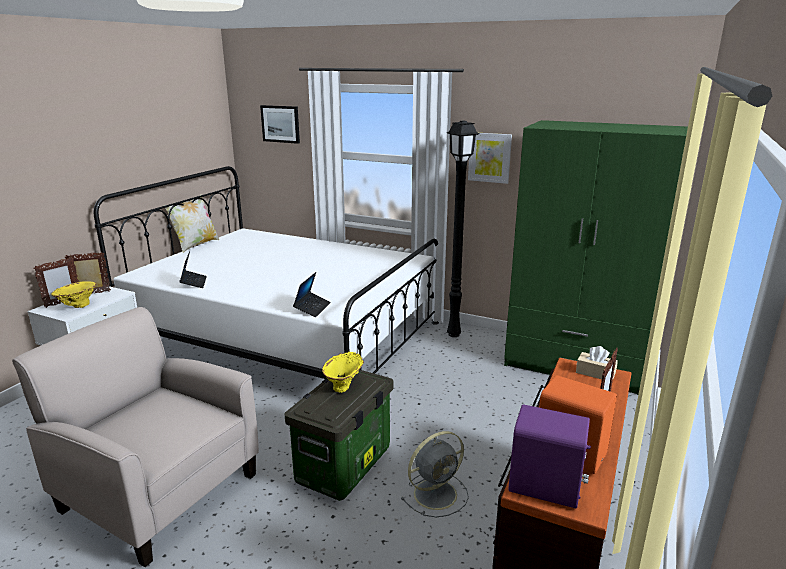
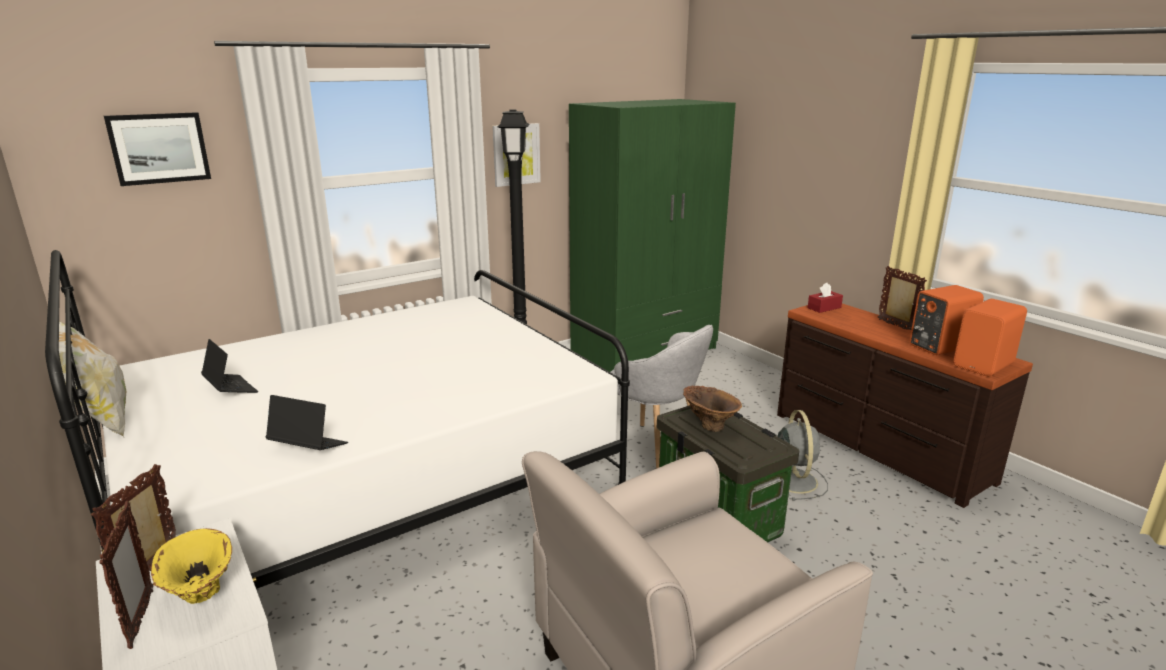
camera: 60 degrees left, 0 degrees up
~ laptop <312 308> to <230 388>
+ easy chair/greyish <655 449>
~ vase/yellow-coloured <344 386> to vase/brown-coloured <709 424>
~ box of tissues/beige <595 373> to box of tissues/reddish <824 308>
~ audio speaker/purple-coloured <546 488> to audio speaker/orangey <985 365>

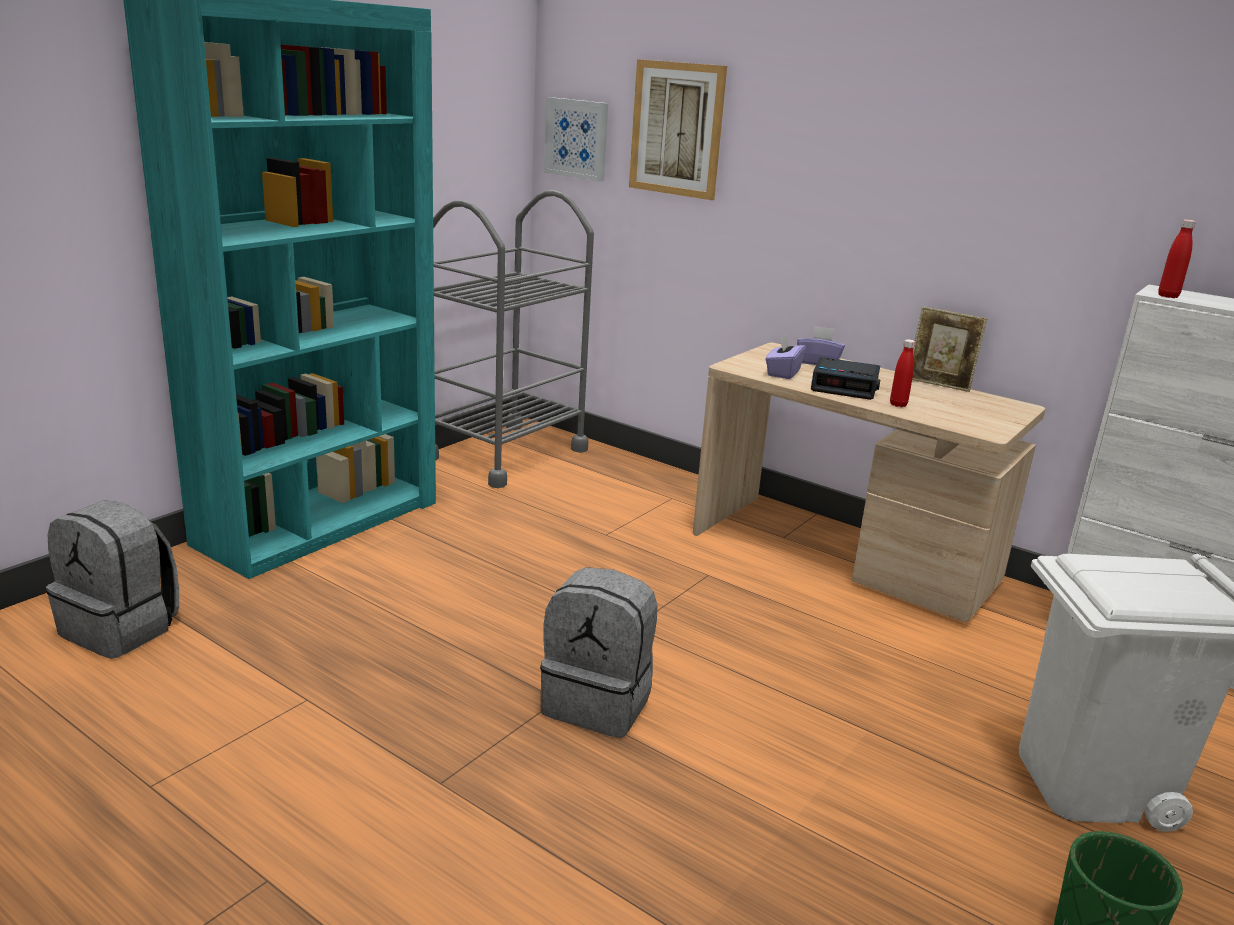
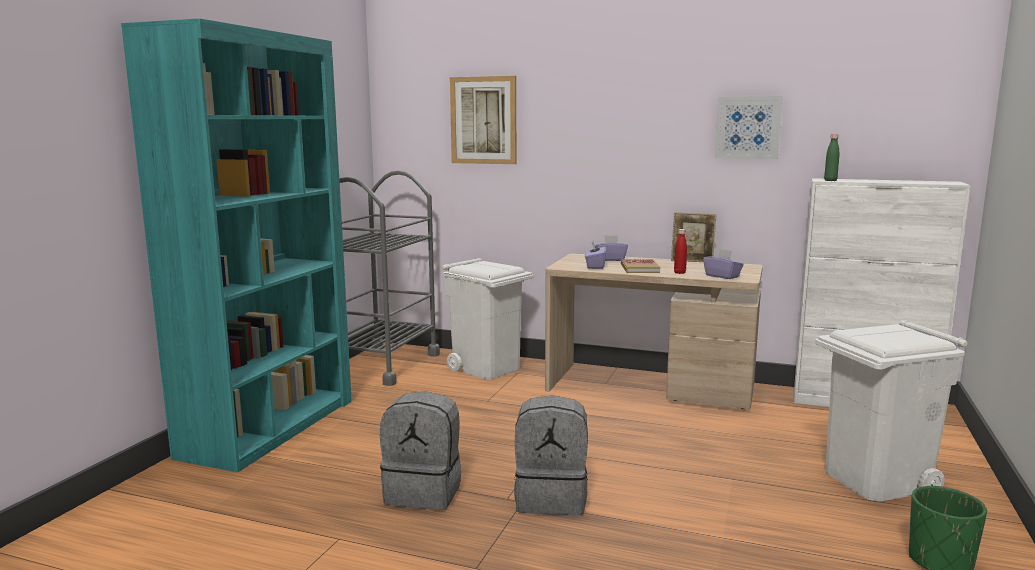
camera: 15 degrees left, 10 degrees down
~ knapsack/greyish <122 629> to <424 492>
+ trash can/white <487 368>
~ alarm clock <845 387> to volume <639 268>
+ box of tissues/purple-coloured <722 276>
~ picture <576 138> to <748 127>
~ bottle/reddish <1168 296> to bottle/green <830 180>

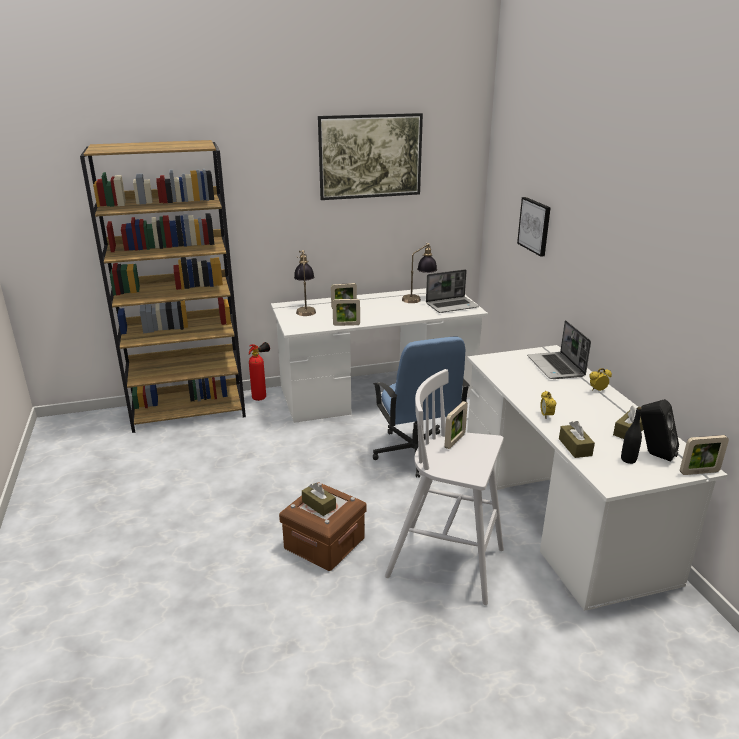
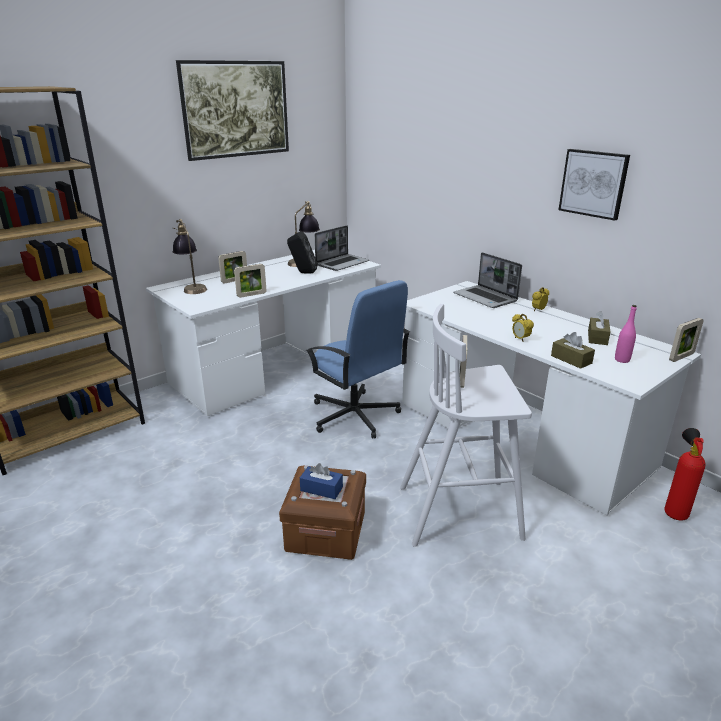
camera: 25 degrees left, 0 degrees up
~ audio speaker/black <653 454> to <302 273>
~ box of tissues/brown-coloured <319 505> to box of tissues/blue-coloured <321 489>
~ picture <535 226> to <593 183>
~ bottle/black <628 460> to bottle/pink-coloured <622 360>
~ fire-fighting cylinder <261 397> to <674 512>

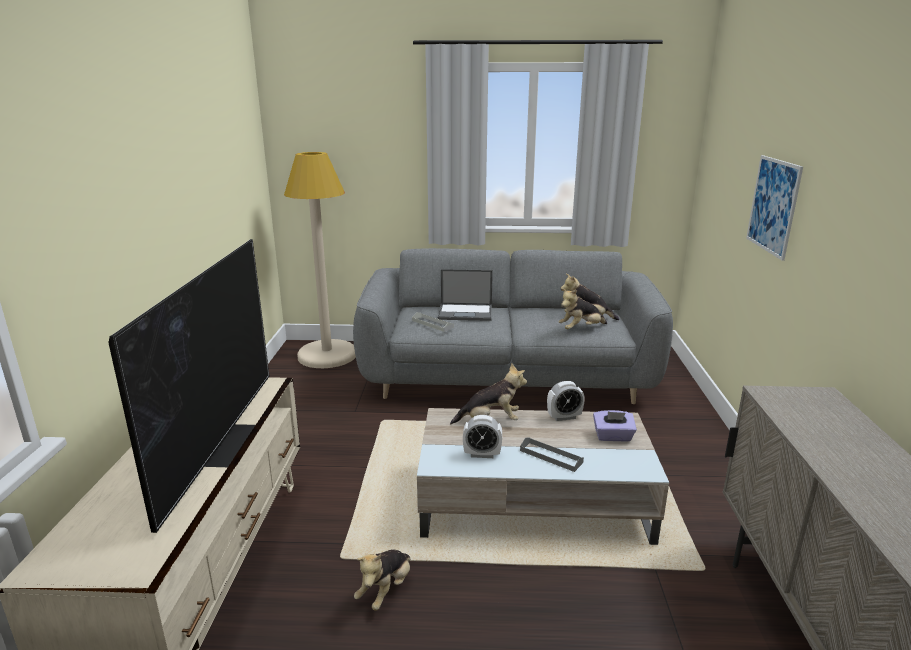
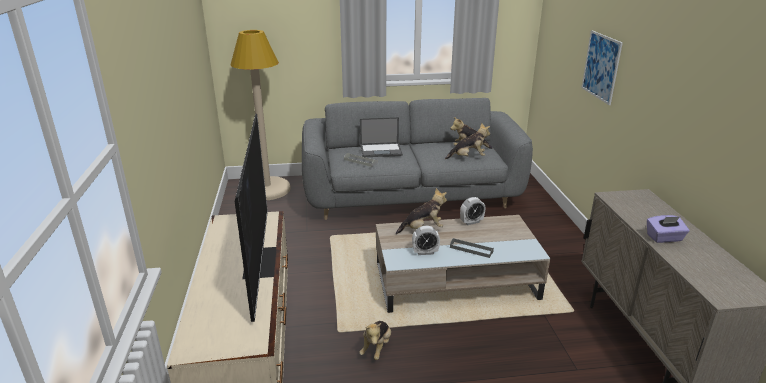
camera: 10 degrees left, 5 degrees up
~ plush toy <580 329> = <468 157> 150 degrees counterclockwise
~ box of tissues/purple-coloured <613 436> to <664 238>

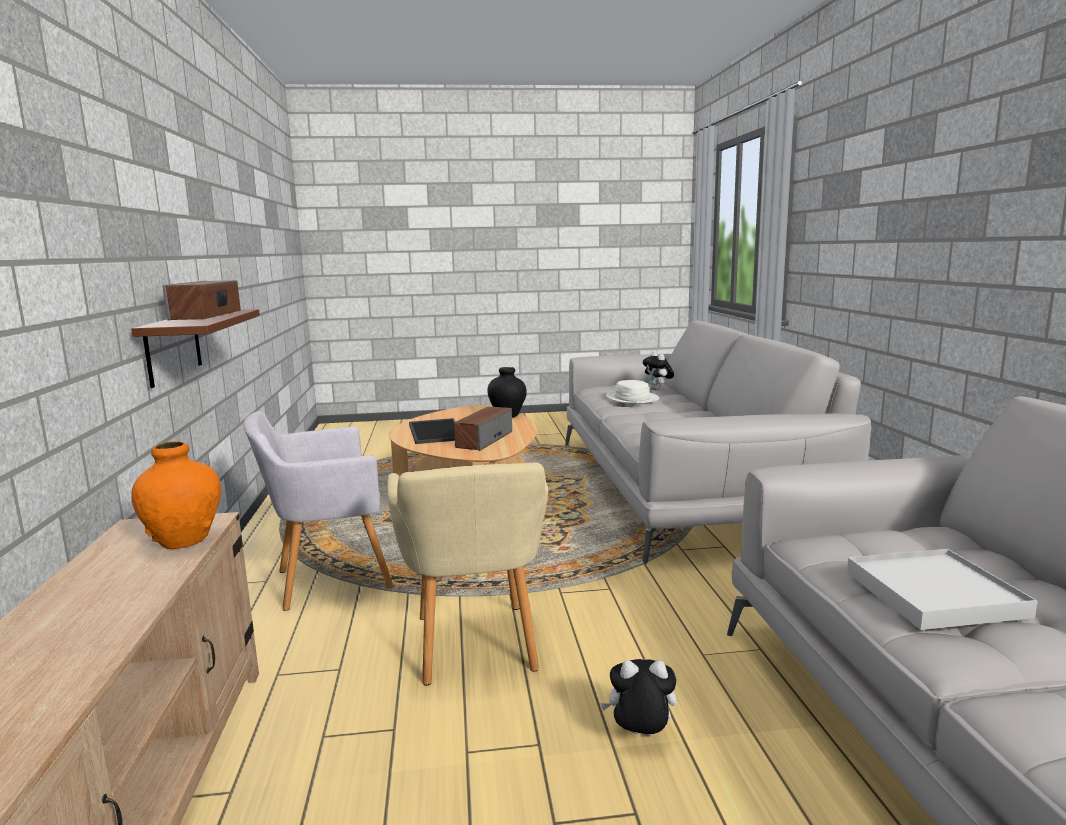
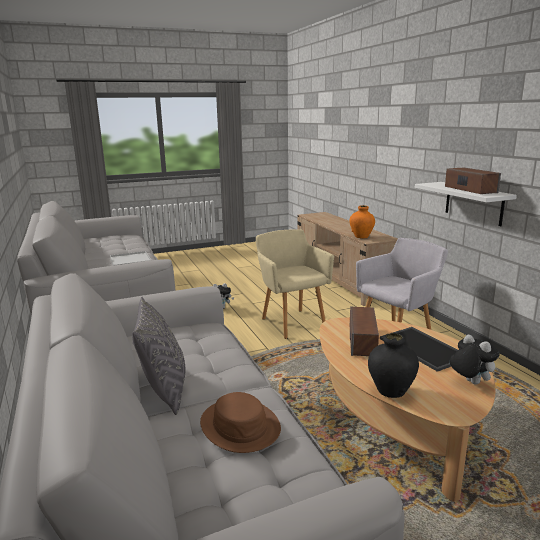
camera: 165 degrees right, 5 degrees up
+ cushion/greyish <164 390>
~ hat/white <632 398> to hat/brown-coloured <240 426>
~ bracket shelf/brown-coloured <173 347> to bracket shelf/white <473 203>
~ plush toy <658 389> to <469 382>

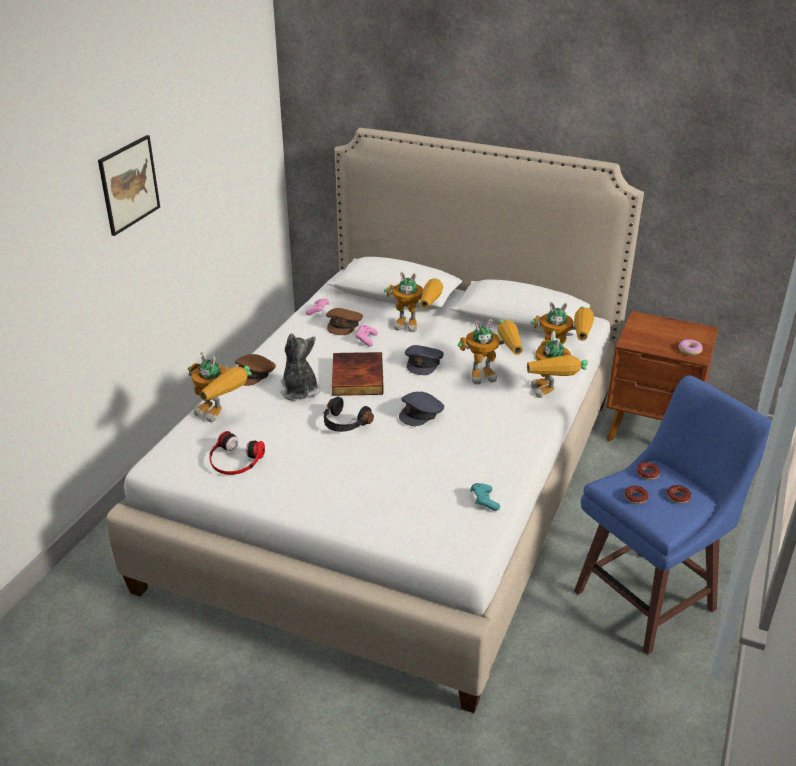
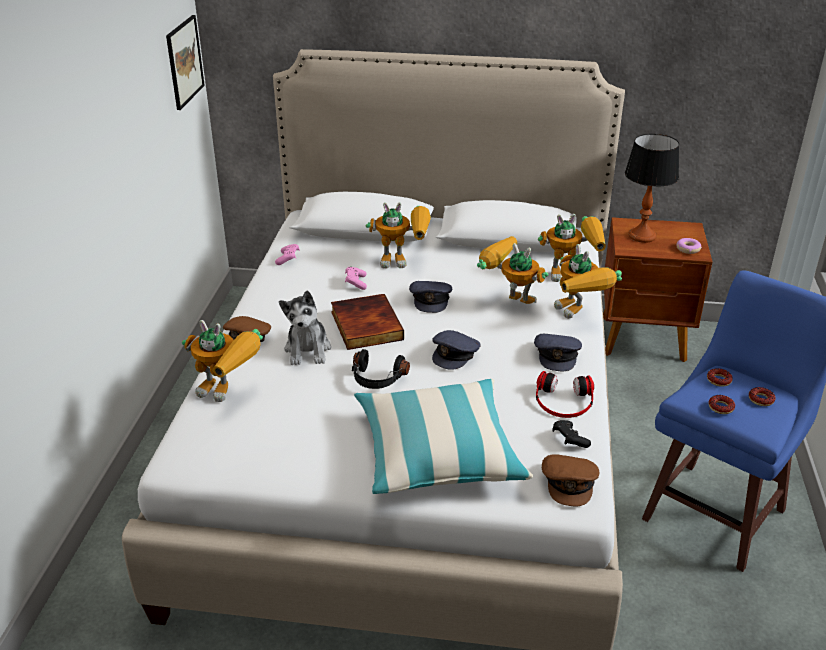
camera: 15 degrees left, 0 degrees up
~ picture <129 184> to <184 62>
~ plush toy <299 390> = <308 350> 150 degrees counterclockwise
+ cushion <438 452>
~ toy robot <491 374> = <508 301> 120 degrees counterclockwise
+ baseball cap/greyish <557 355>
~ headset <235 460> to <563 401>
~ baseball cap/brown-coloured <344 325> to <569 483>
~ joypad/blue-green <484 501> to joypad/black <569 440>
+ tabletop lamp <642 236>

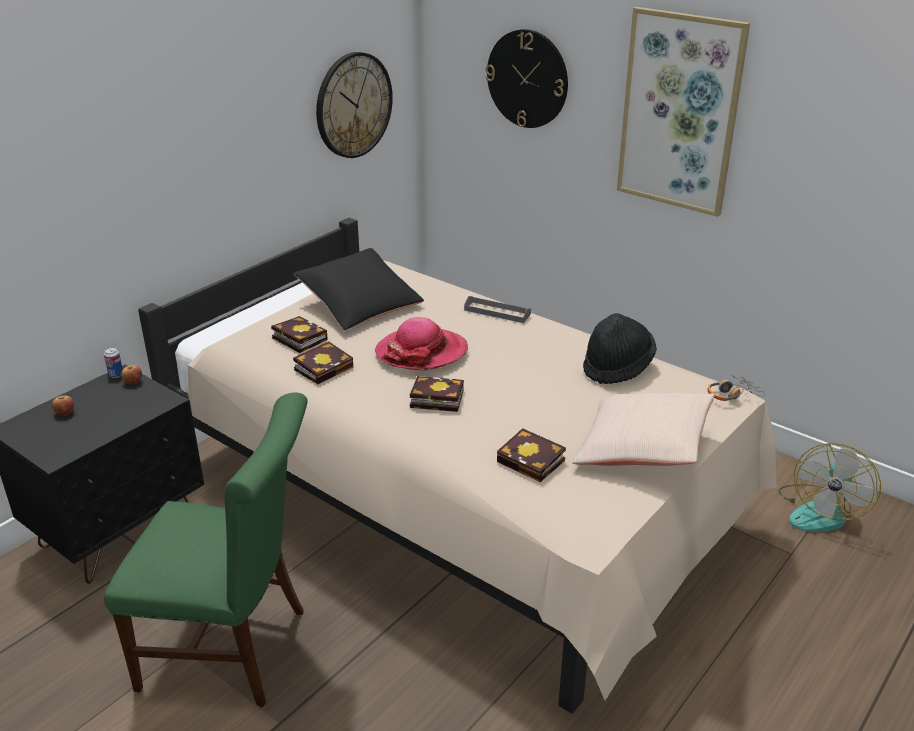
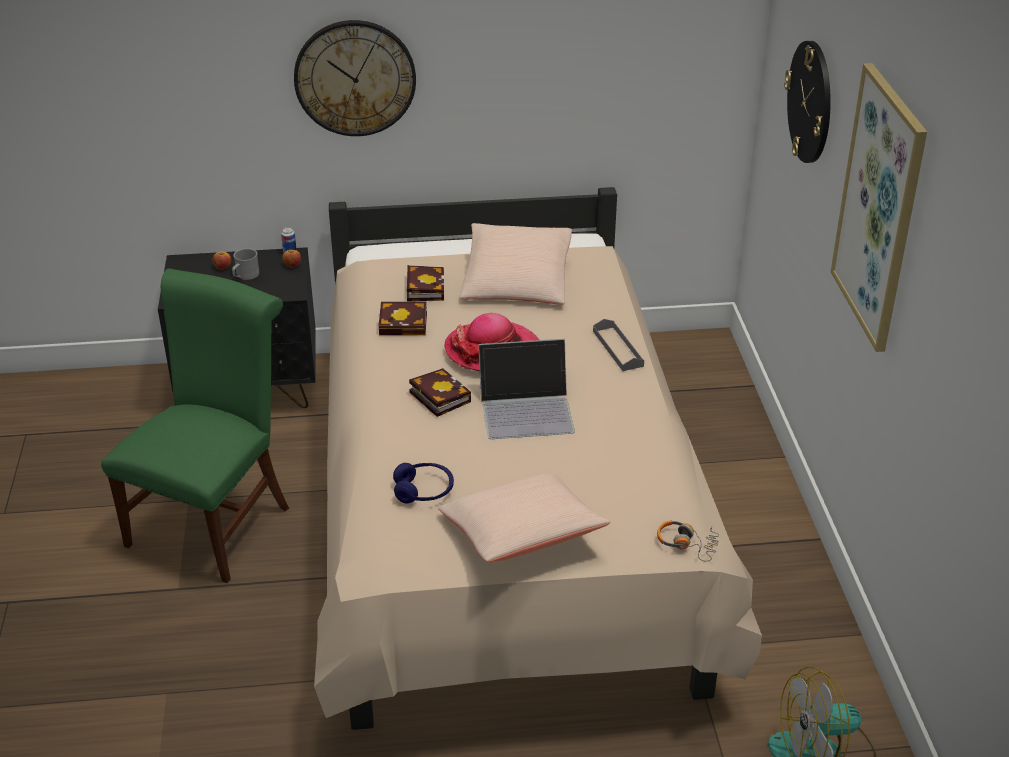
camera: 45 degrees right, 5 degrees up
~ plain chair/green <234 648> = <215 520> 120 degrees counterclockwise
+ coffee mug/greyish <245 276>
~ wall clock <353 105> to <355 78>
~ volume <534 461> to headset/blue-coloured <424 490>
~ cushion/black <359 304> to cushion/beige <516 281>
+ laptop <527 409>
- hat/black <617 367>

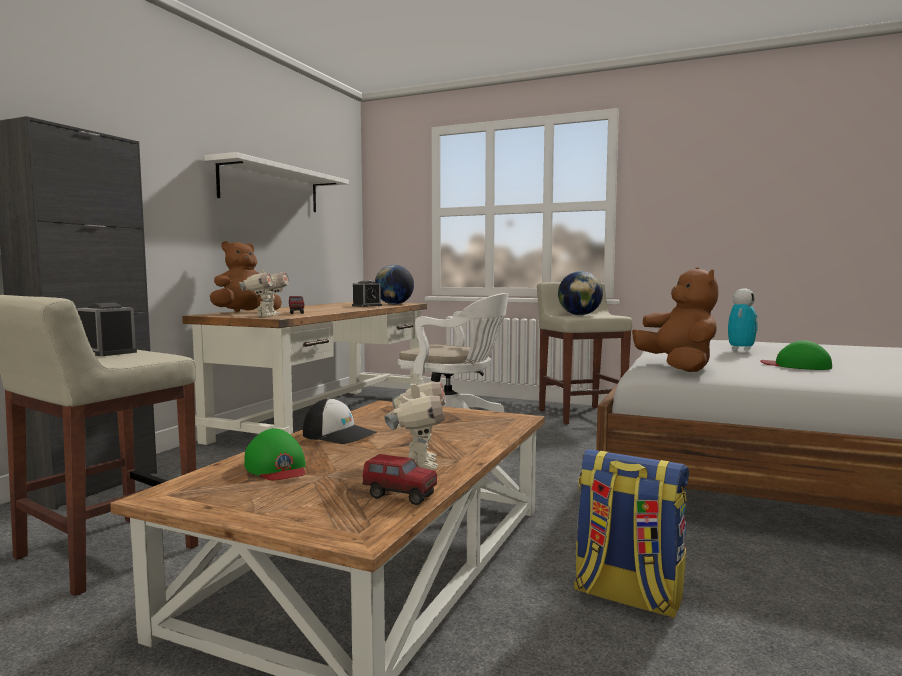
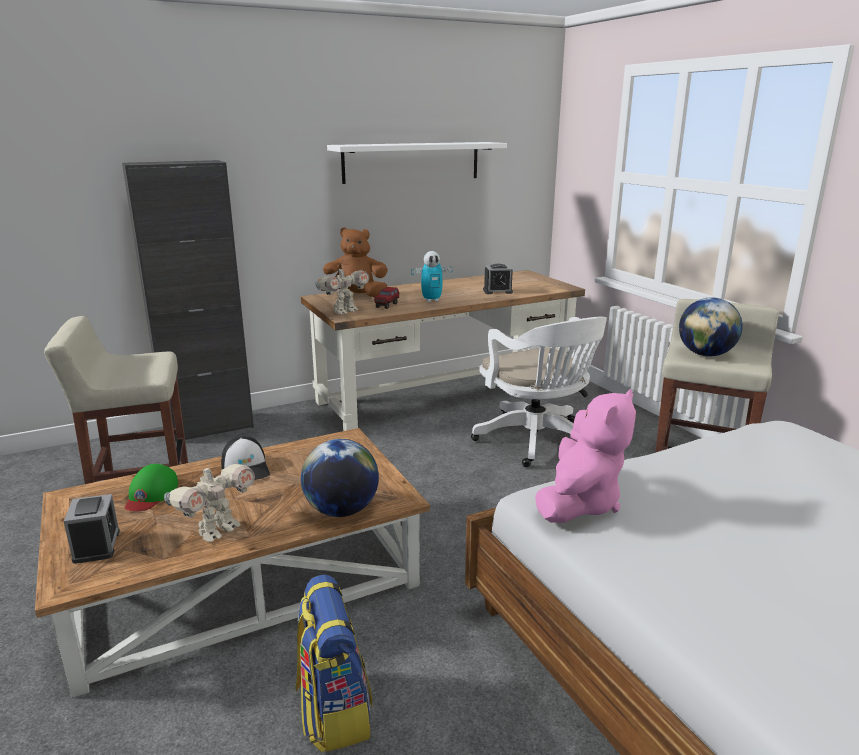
camera: 40 degrees right, 15 degrees up
~ alarm clock <107 352> to <96 546>
~ world globe <394 304> to <341 510>
~ toy robot <741 350> to <431 300>
~ plush toy/brown-coloured <678 367> to plush toy/pink-coloured <579 503>
- toy truck <400 496>
- baseball cap/green <796 366>

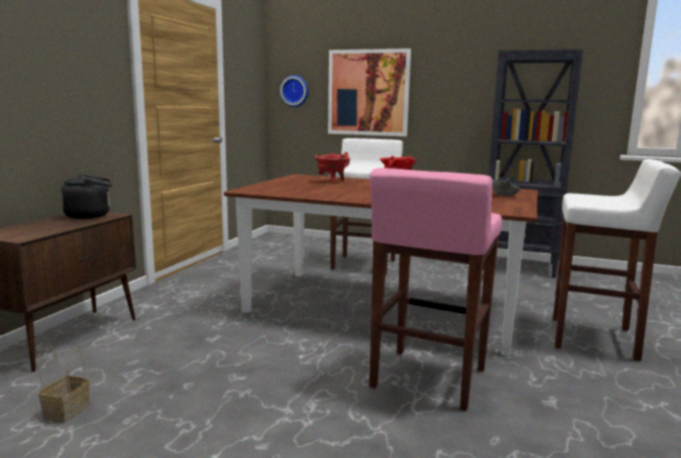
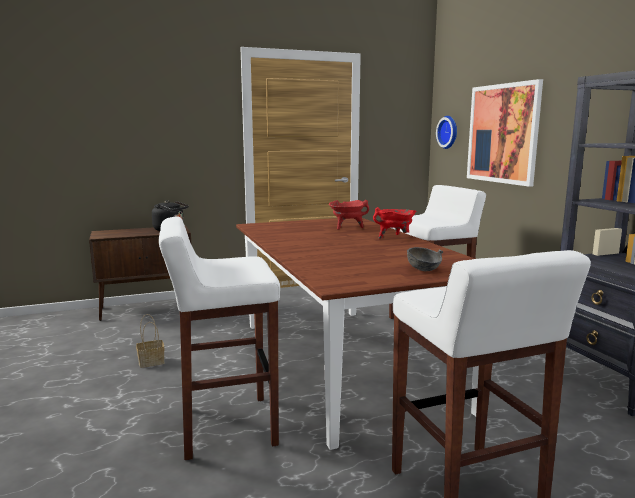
camera: 50 degrees right, 0 degrees up
~ storage basket <67 410> to <152 361>
~ stool seat/pink-coloured <427 379> to stool seat/white <225 426>

